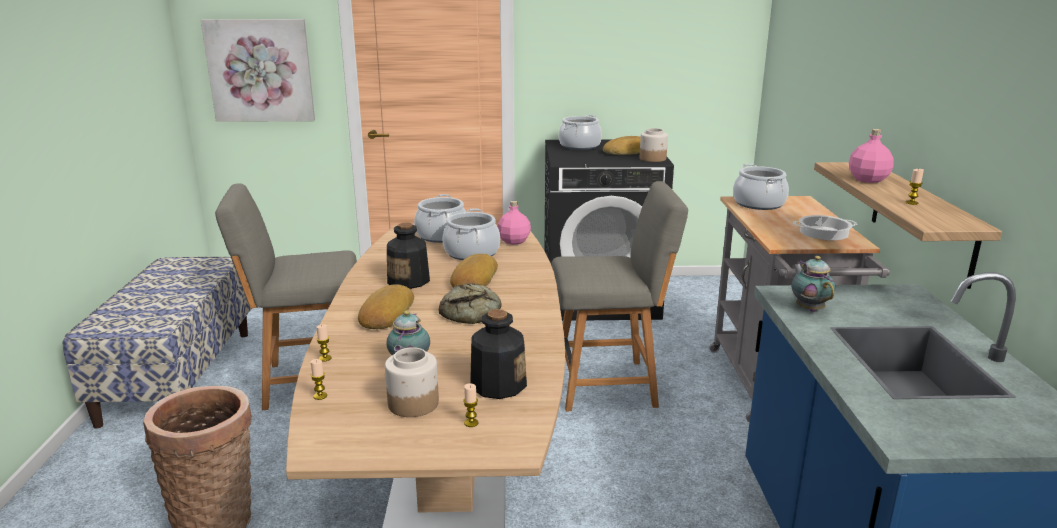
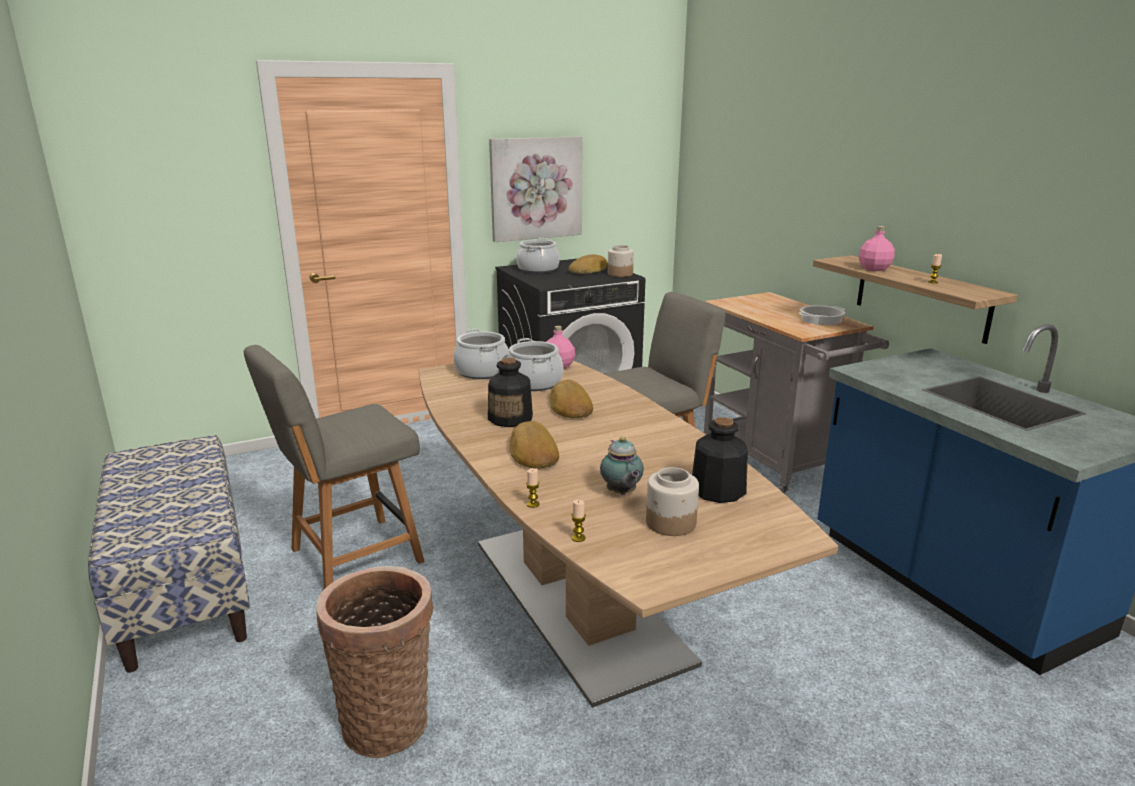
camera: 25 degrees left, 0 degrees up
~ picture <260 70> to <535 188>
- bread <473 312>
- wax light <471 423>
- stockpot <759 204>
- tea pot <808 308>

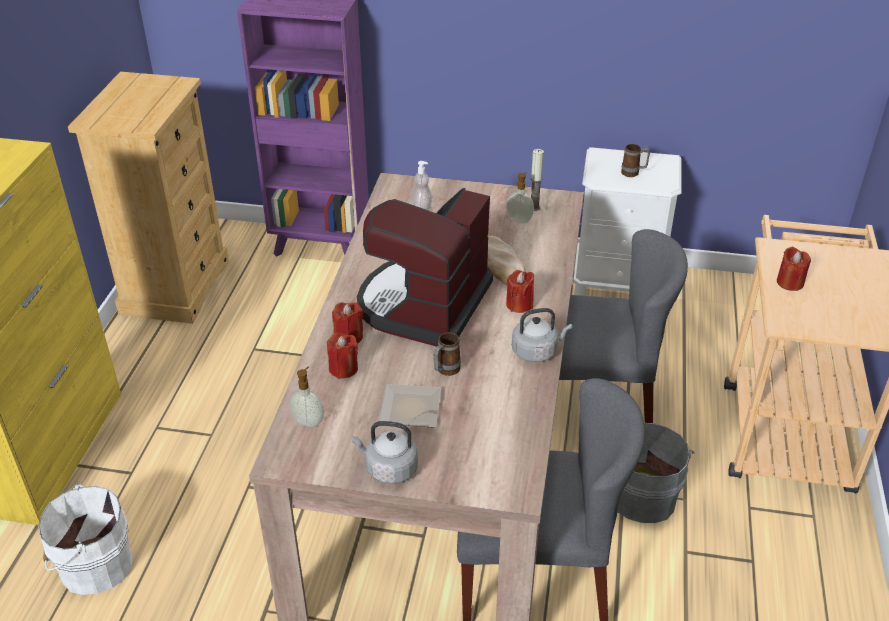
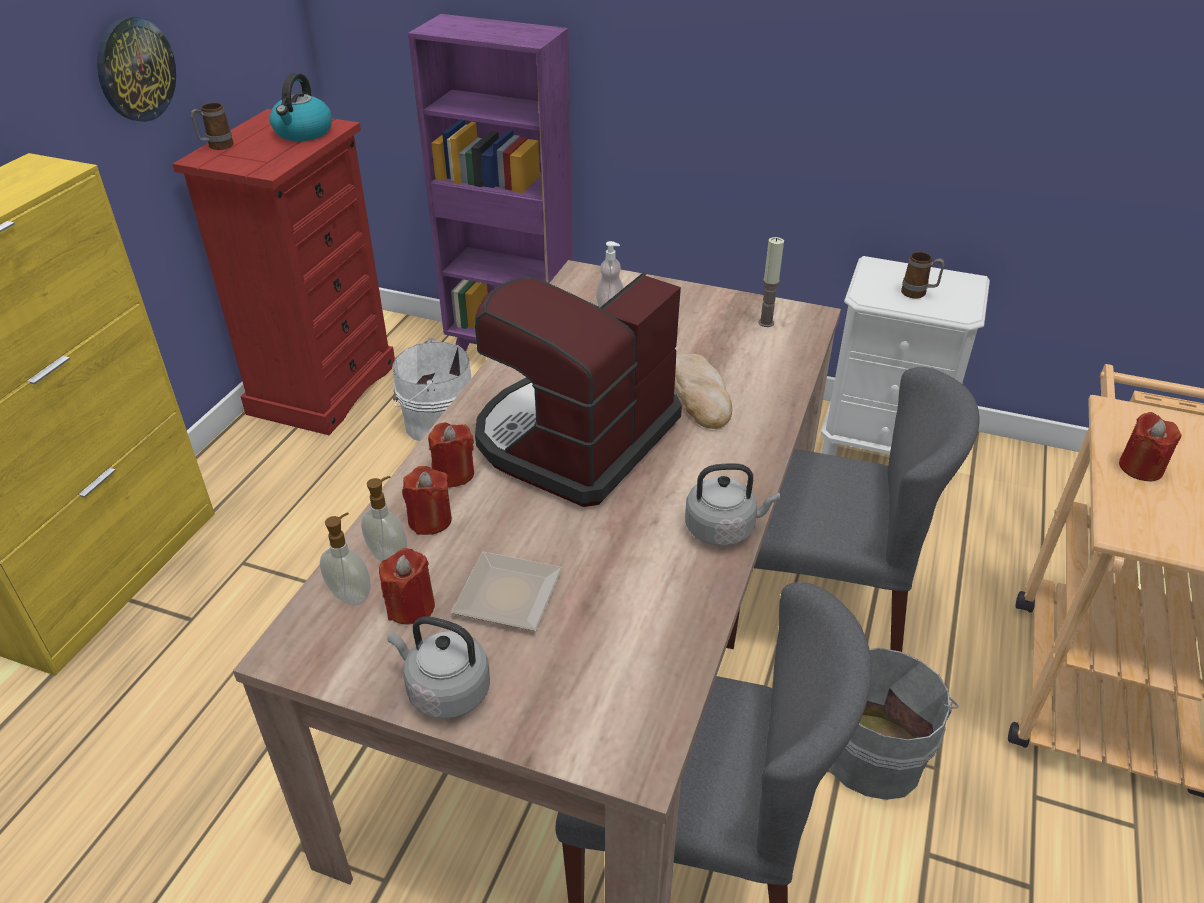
camera: 10 degrees right, 0 degrees up
+ wall clock <135 69>
~ drawer chest/beige <175 286> to drawer chest/reddish <323 388>
~ coffee mug <445 371> to <216 147>
+ water kettle <303 133>
~ liquid soap bottle <519 219> to <389 556>
~ wax light/reddish <519 304> to <411 607>
~ bucket/white <93 565> to <435 422>

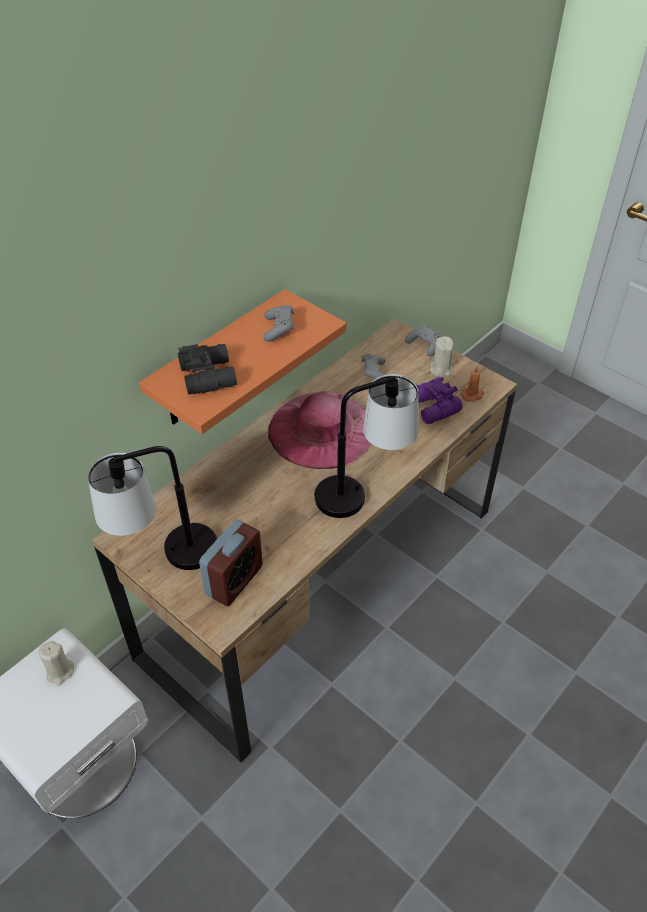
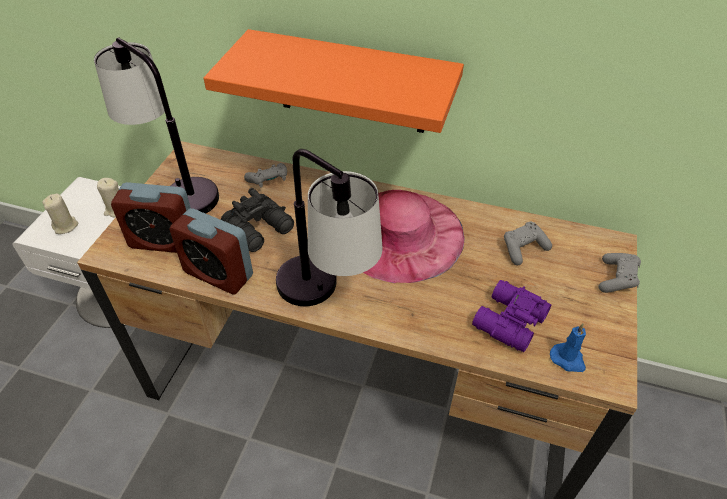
camera: 65 degrees right, 0 degrees up
~ wax light/beige <440 369> to <66 226>
+ alarm clock <218 274>
~ binoculars/black <209 375> to <260 229>
~ joypad/greyish <279 329> to <269 182>
~ wax light/orangey <472 395> to wax light/blue-coloured <568 359>

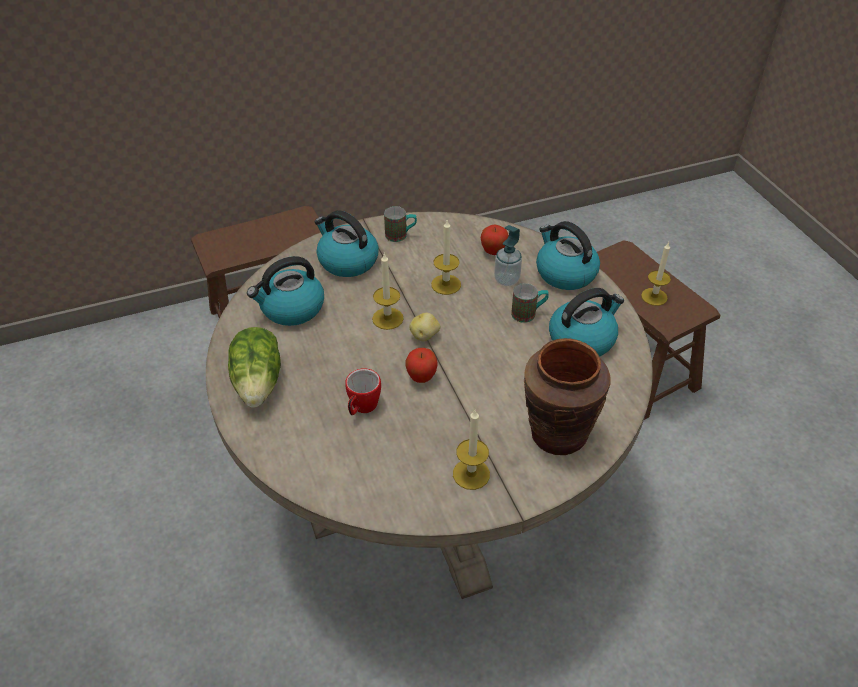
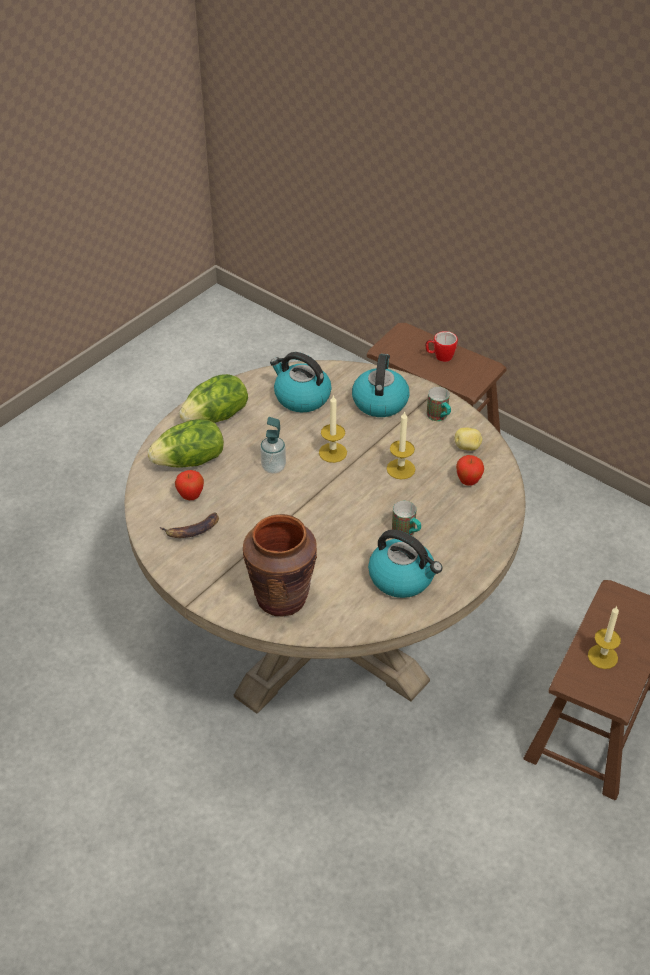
camera: 60 degrees right, 0 degrees up
+ lettuce <190 461>
+ whole banana <192 530>
~ whole apple <421 378> to <191 496>
~ liquid soap bottle <506 280> to <273 467>
~ coffee mug <362 408> to <440 357>
~ spud <425 336> to <467 447>
- wax light <471 474>
- water kettle <564 273>

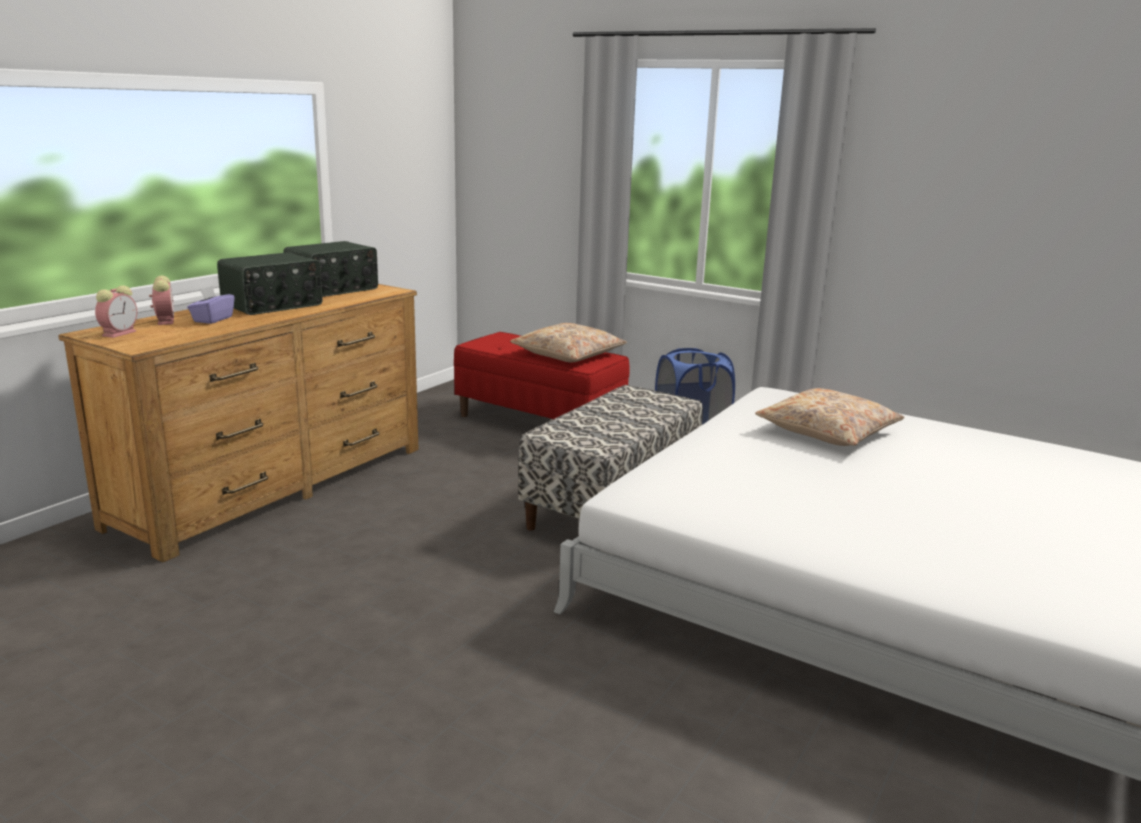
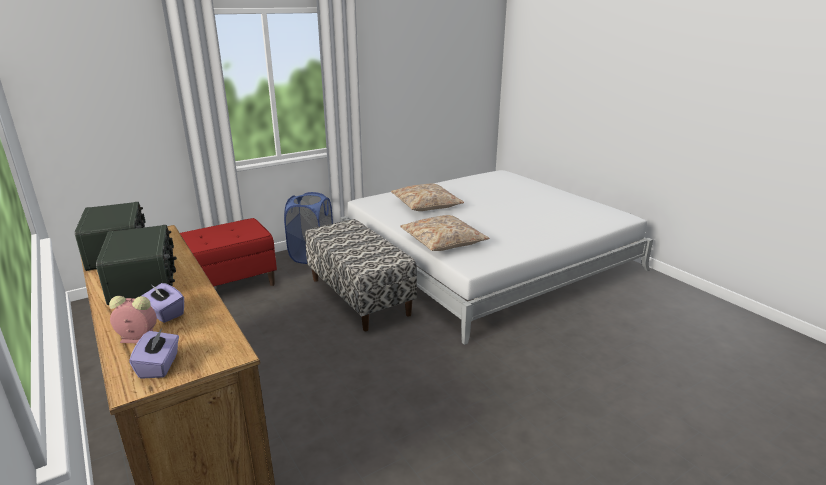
camera: 65 degrees left, 5 degrees up
~ alarm clock <120 333> to box of tissues/purple-coloured <159 366>
~ cushion/beige <568 355> to <443 241>

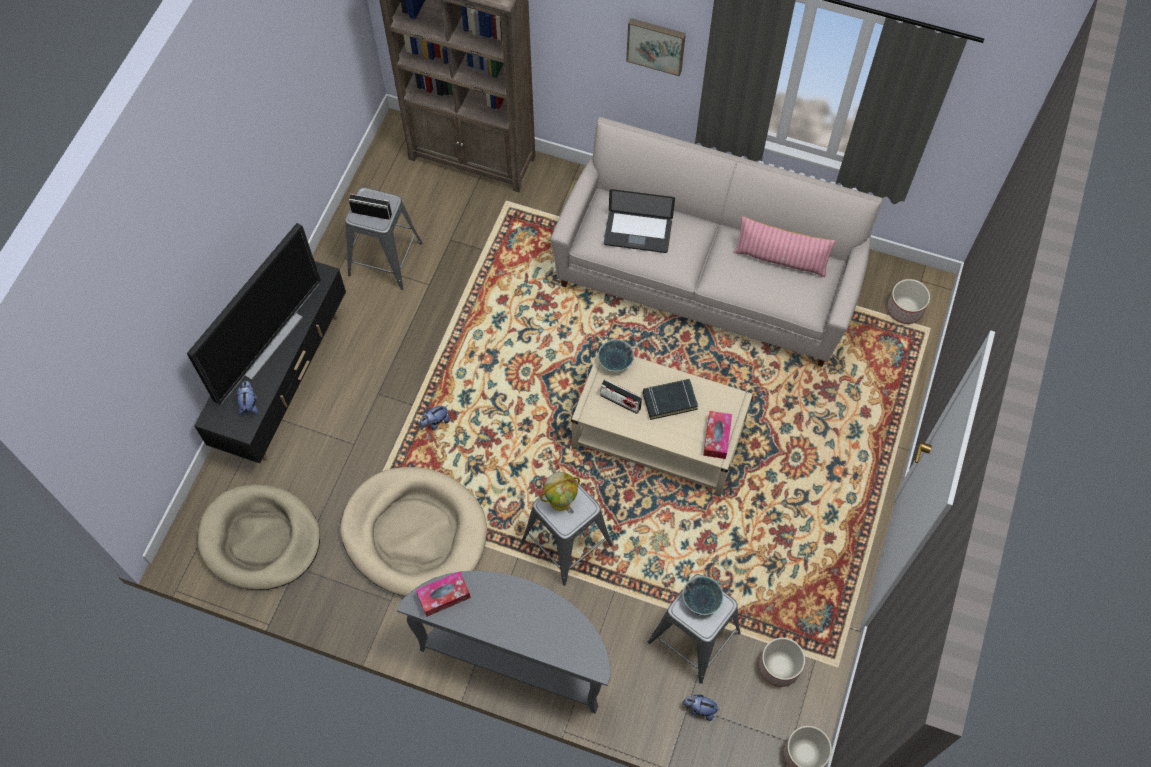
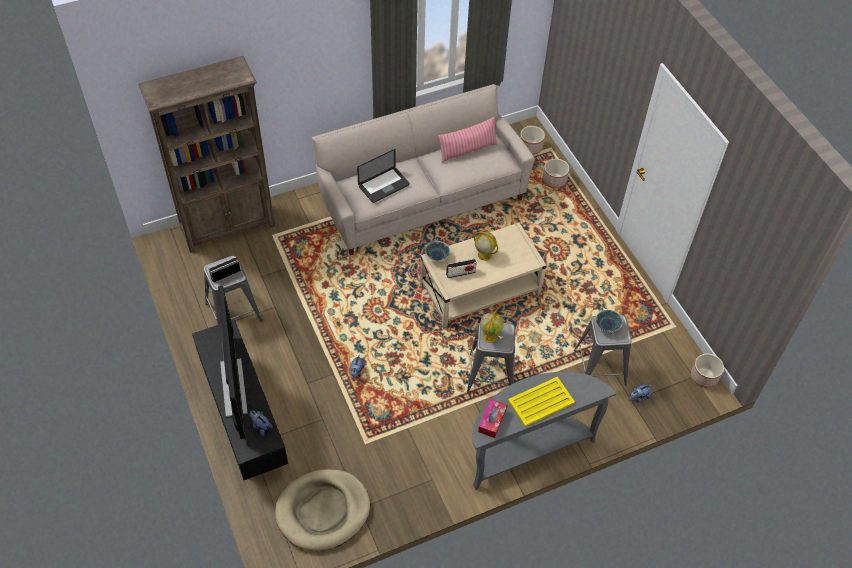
camera: 45 degrees left, 10 degrees down
~ volume/black <669 400> to world globe <484 255>
+ tray/yellow-coloured <540 402>
~ planter <779 666> to <554 180>
- dog cushion/beige <415 533>
- picture <656 45>
- box of tissues <716 437>

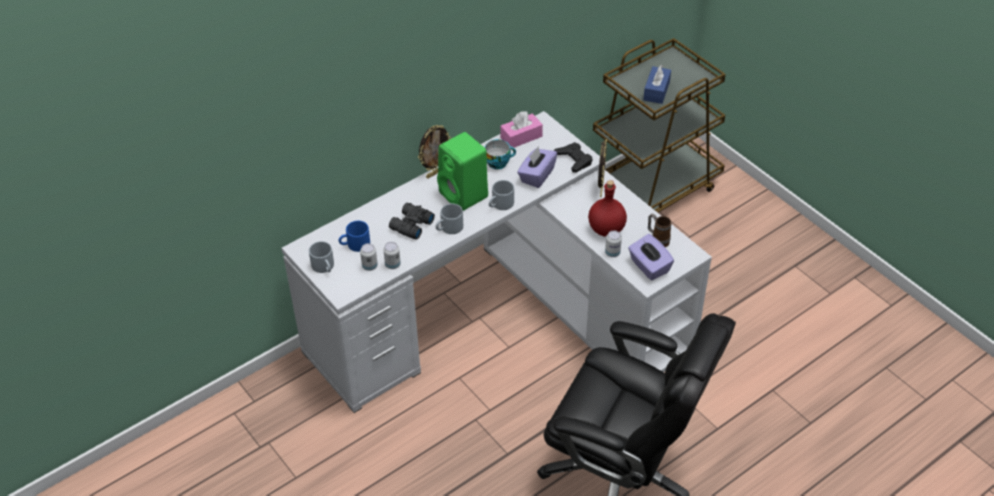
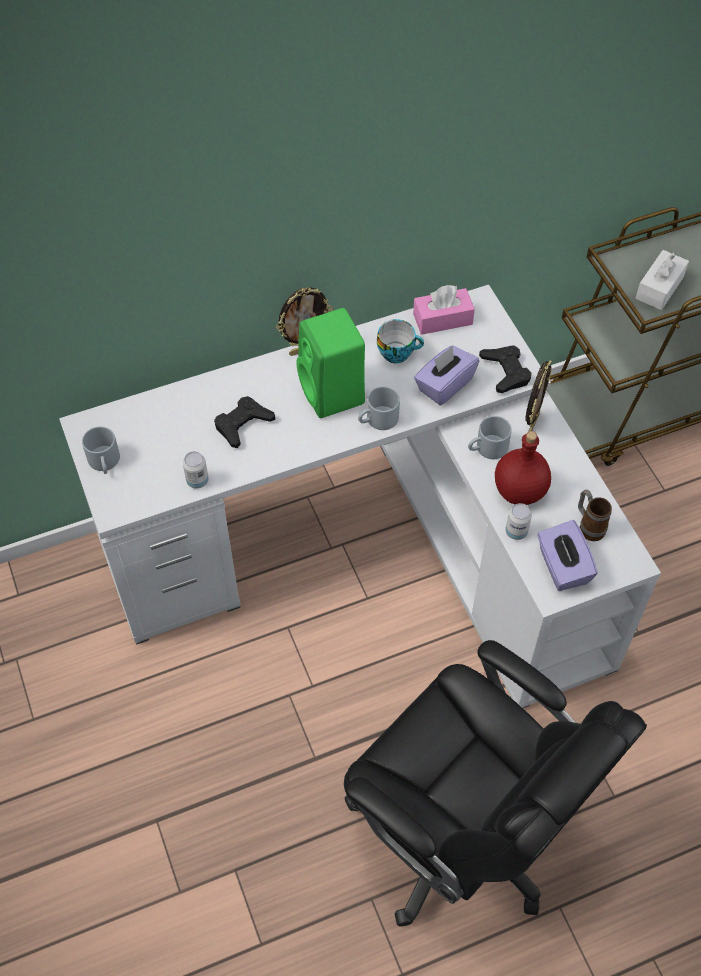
camera: 15 degrees right, 10 degrees up
~ binoculars/black <410 225> to joypad/black <243 424>
~ coffee mug/greyish <449 228> to <487 449>
~ box of tissues/blue-coloured <656 91> to box of tissues/white <659 287>
- coffee mug/blue-coloured <355 245>
- can <369 266>

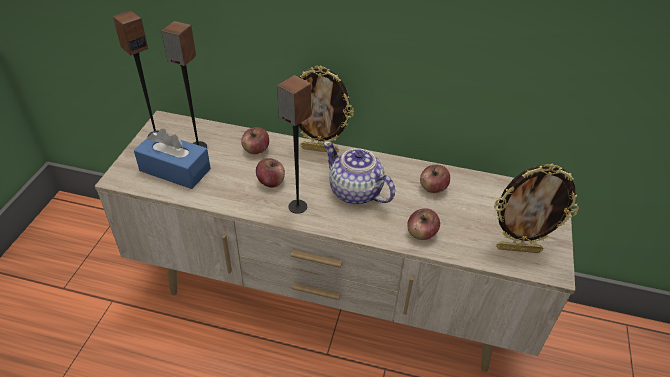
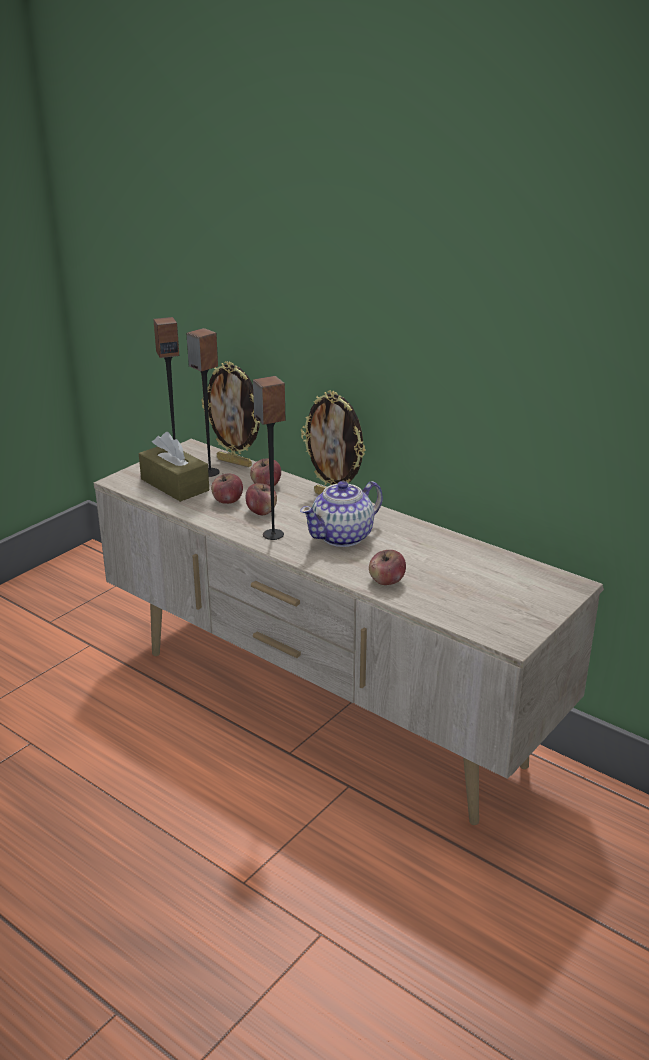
camera: 25 degrees right, 15 degrees down
~ box of tissues/blue-coloured <175 170> to box of tissues/brown-coloured <174 485>
~ standing frame <518 248> to <235 462>
~ whole apple <433 188> to <227 501>
~ tea pot <356 192> = <343 536> 105 degrees counterclockwise

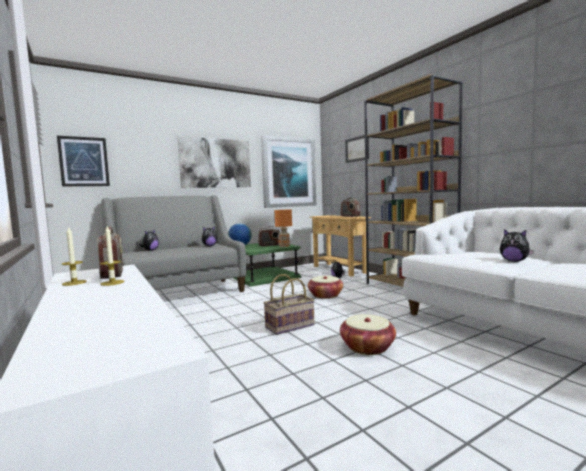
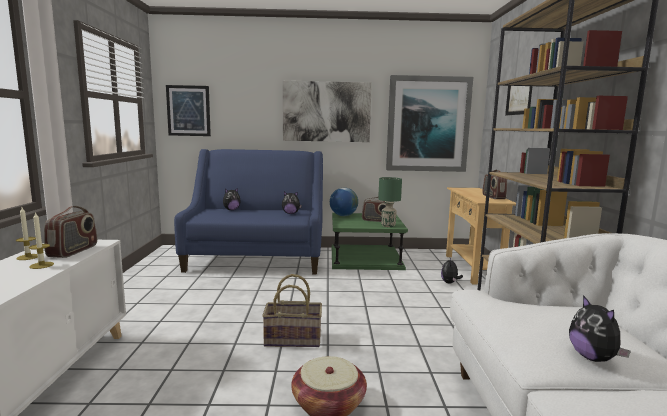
camera: 30 degrees right, 5 degrees up
~ sofa/greyish <178 293> to sofa/blue-coloured <256 259>
~ tabletop lamp/orangey <284 246> to tabletop lamp/green <388 225>
- storage basket <325 295>

